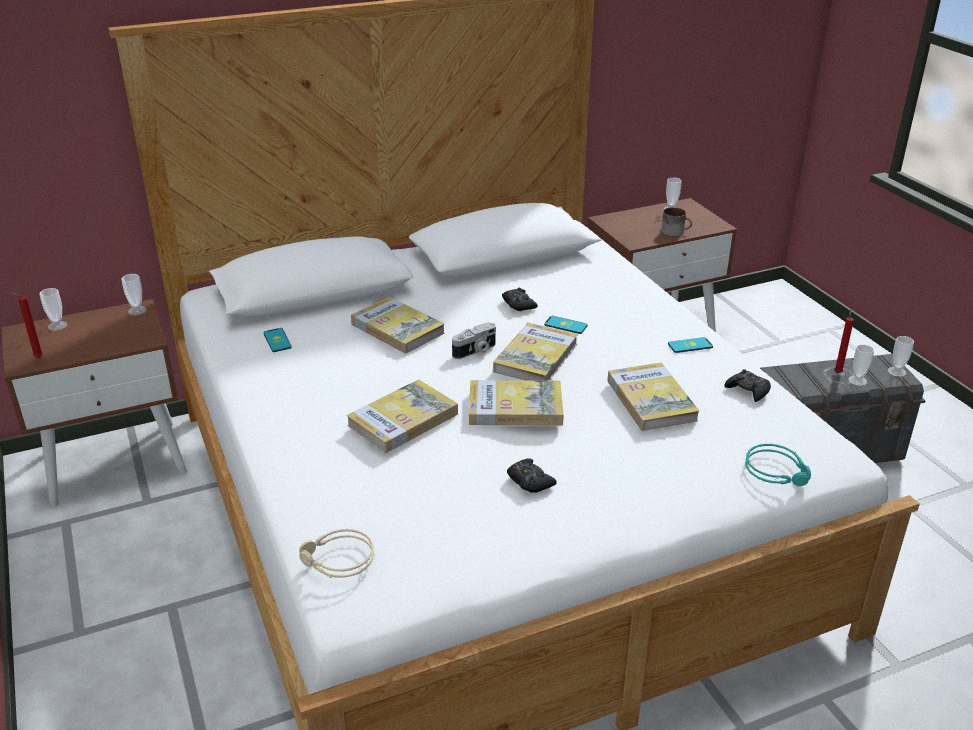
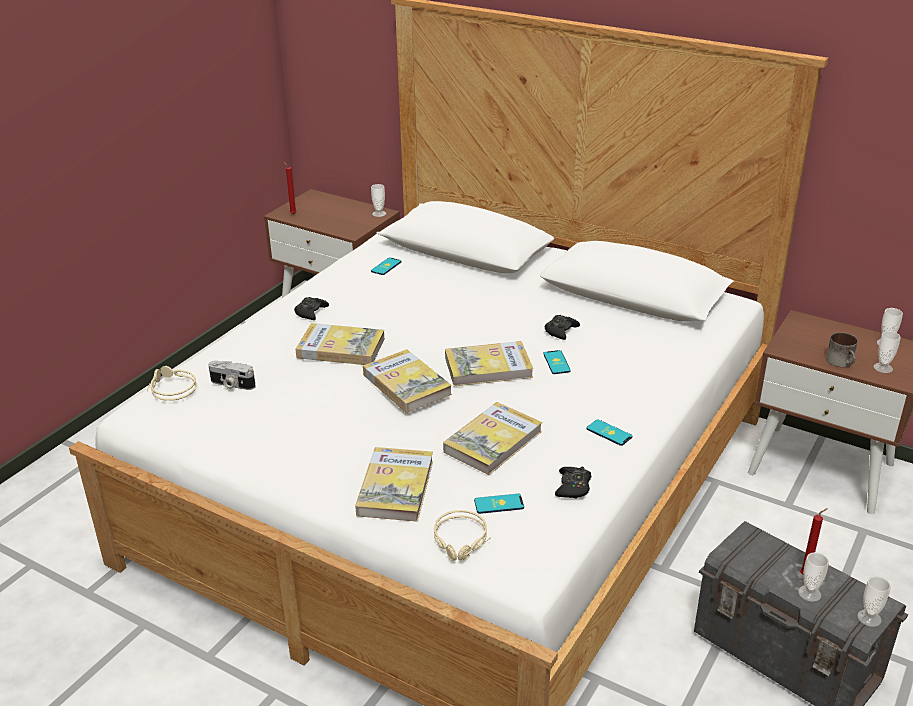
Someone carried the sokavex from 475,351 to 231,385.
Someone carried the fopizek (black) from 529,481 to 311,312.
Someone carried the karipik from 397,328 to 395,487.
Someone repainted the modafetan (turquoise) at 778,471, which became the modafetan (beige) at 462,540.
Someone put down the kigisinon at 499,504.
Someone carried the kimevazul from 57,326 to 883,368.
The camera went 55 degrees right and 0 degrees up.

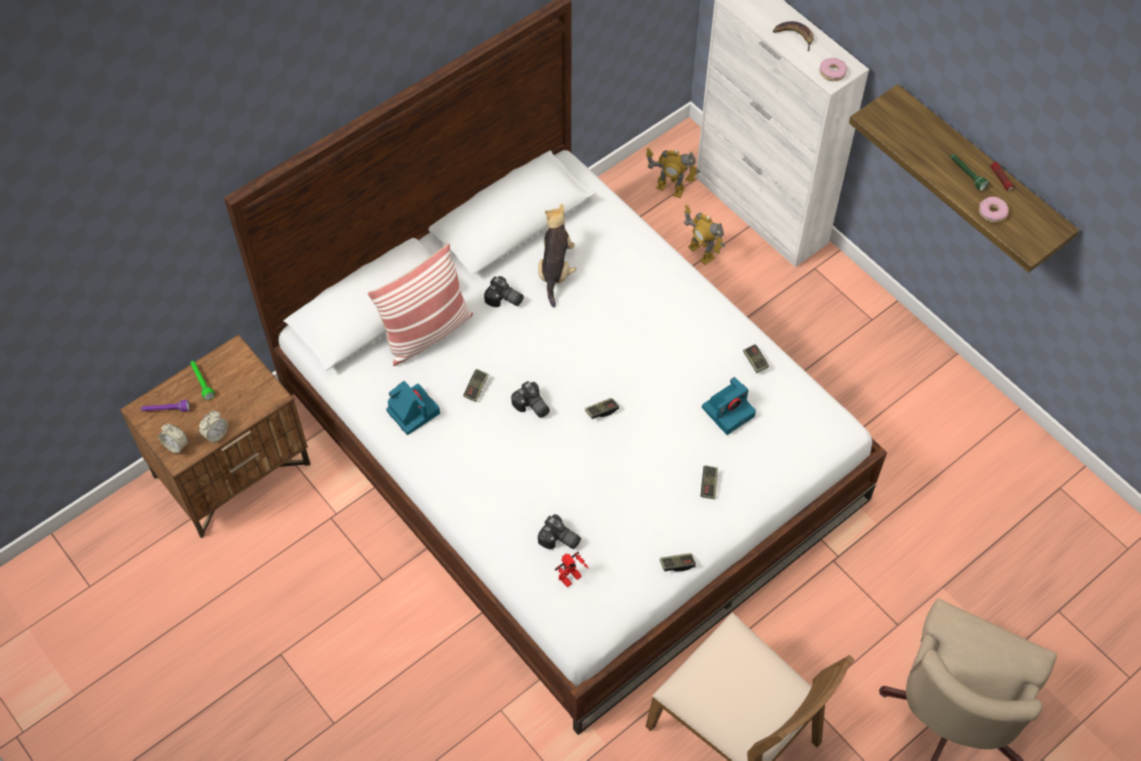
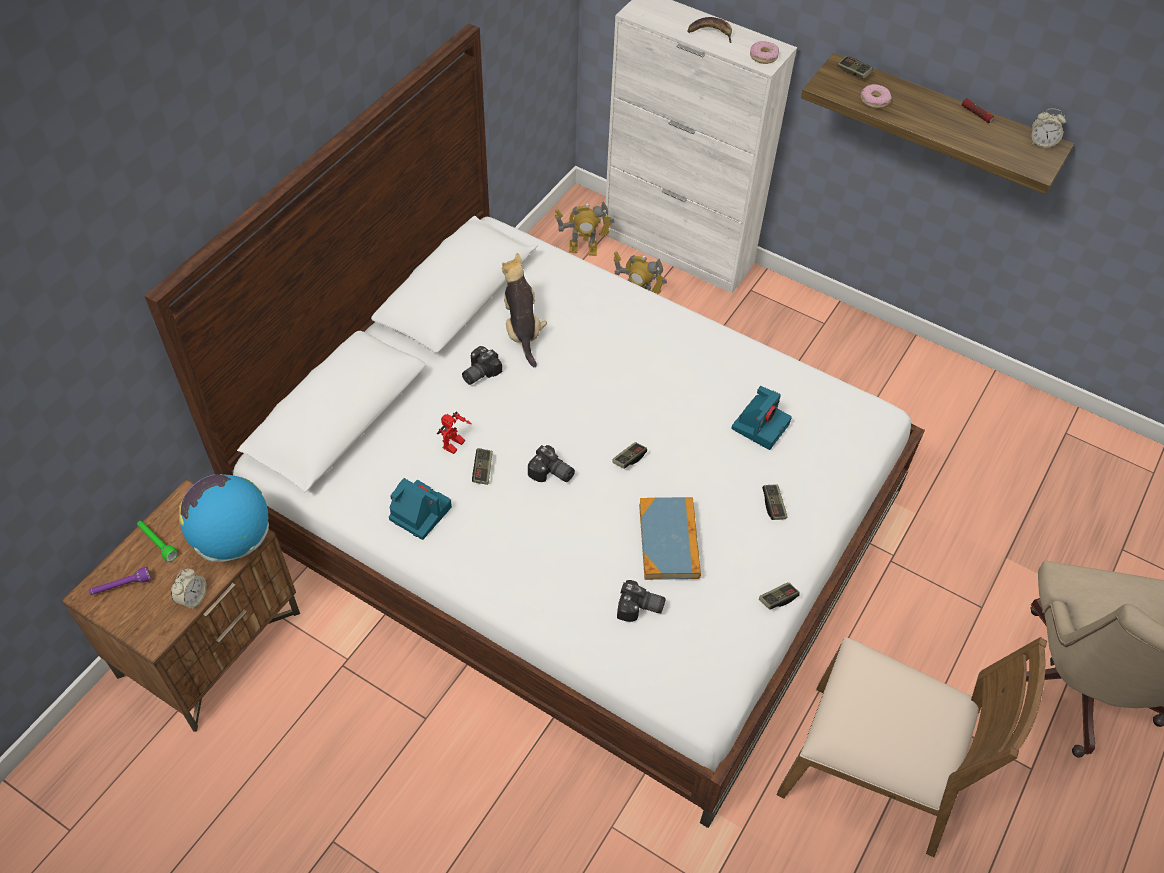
Someone put down the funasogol at 233,539.
Someone carried the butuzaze from 570,580 to 455,447.
Someone rotated the sokavex at 504,300 by 120 degrees clockwise.
Someone put down the karipik at 669,540.
Someone carried the fopizek from 755,361 to 853,72.
Someone carried the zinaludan from 992,212 to 874,100.
Someone carried the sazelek from 176,445 to 1041,143.
Someone took away the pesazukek at 427,333.
Someone took away the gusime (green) at 966,174.
The camera went 20 degrees left and 5 degrees down.

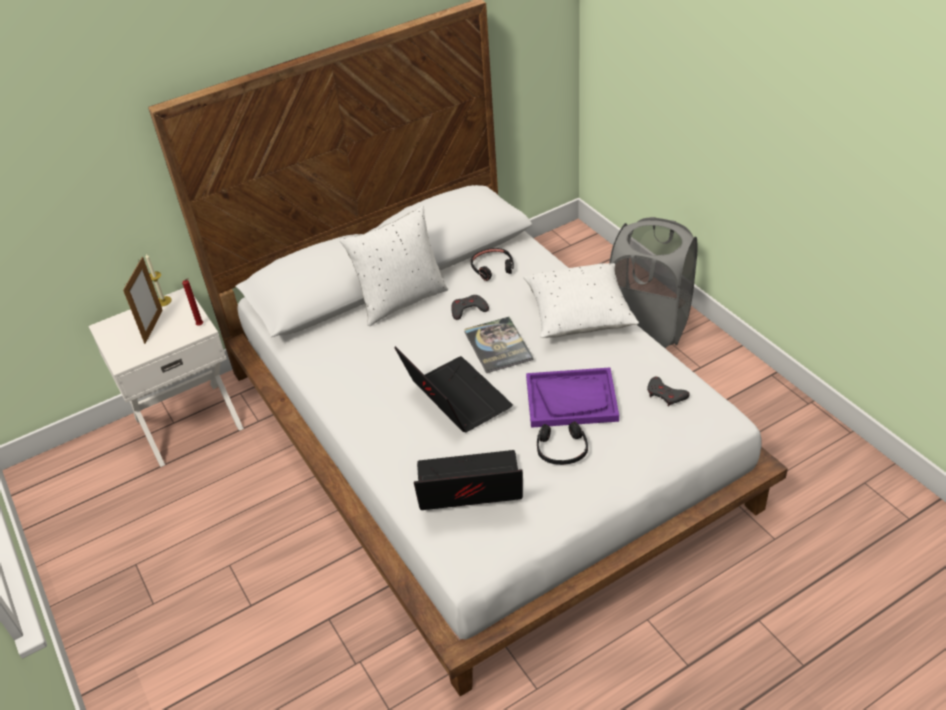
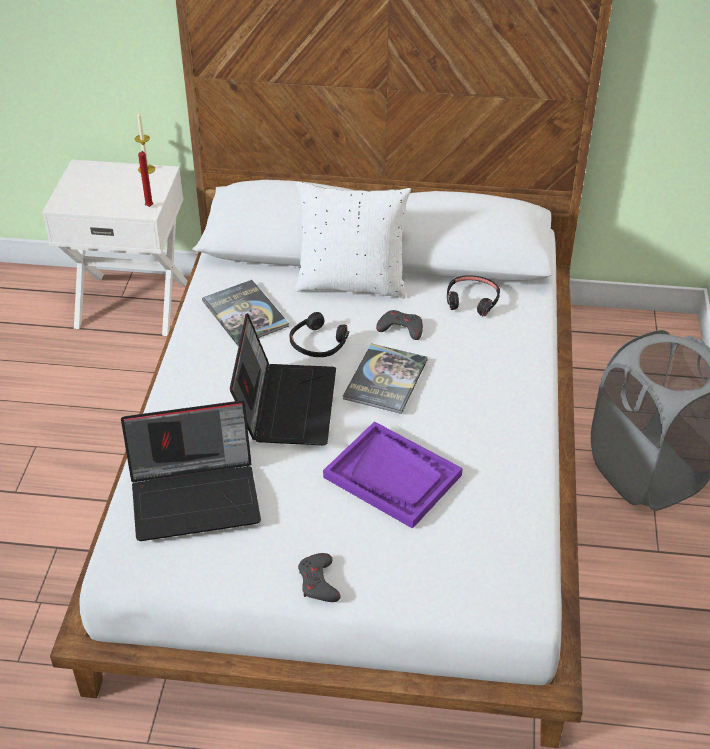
Someone rotated the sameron at 467,489 by 135 degrees clockwise.
Someone put down the karipik at 245,313.
Someone carried the modafetan (black) from 562,449 to 318,343.
Someone carried the fopizek (grey) from 666,394 to 318,582.
Someone took away the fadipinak at 153,326.
Someone took away the pesazukek (white) at 579,315.
The camera went 35 degrees right and 0 degrees up.

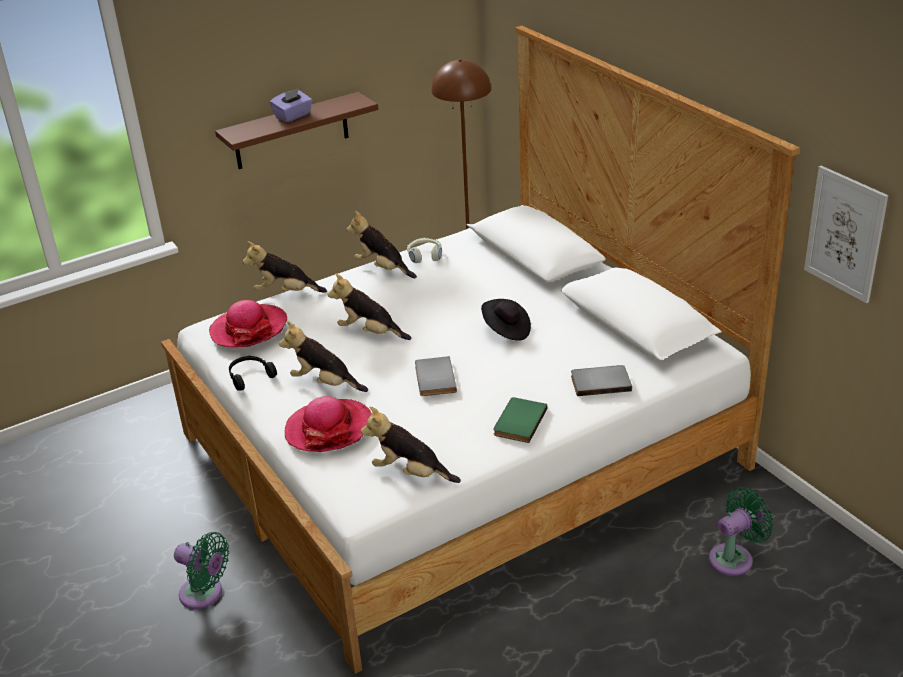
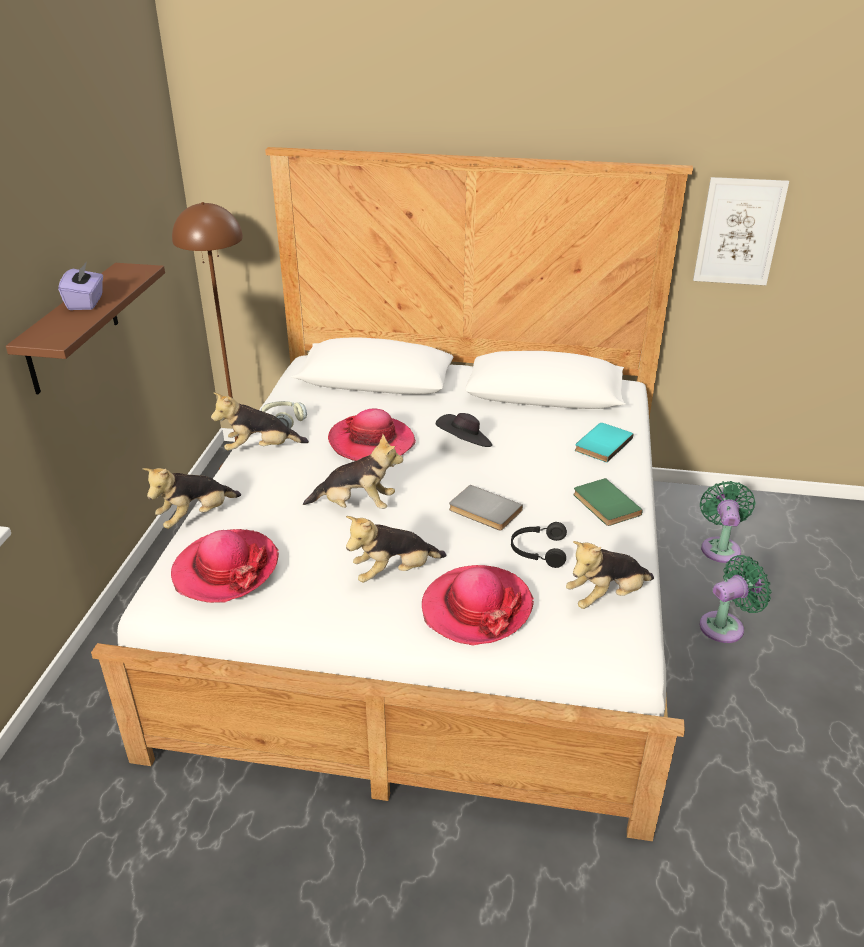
Someone rotated the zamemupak at 370,332 by 150 degrees counterclockwise.
Someone put down the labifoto at 371,442.
Someone carried the modafetan (black) from 249,376 to 538,551.
Someone repainted the karipik (grey) at 600,382, which became the karipik (turquoise) at 601,444.
Someone carried the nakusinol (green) from 205,594 to 726,626.
The camera went 50 degrees left and 0 degrees up.

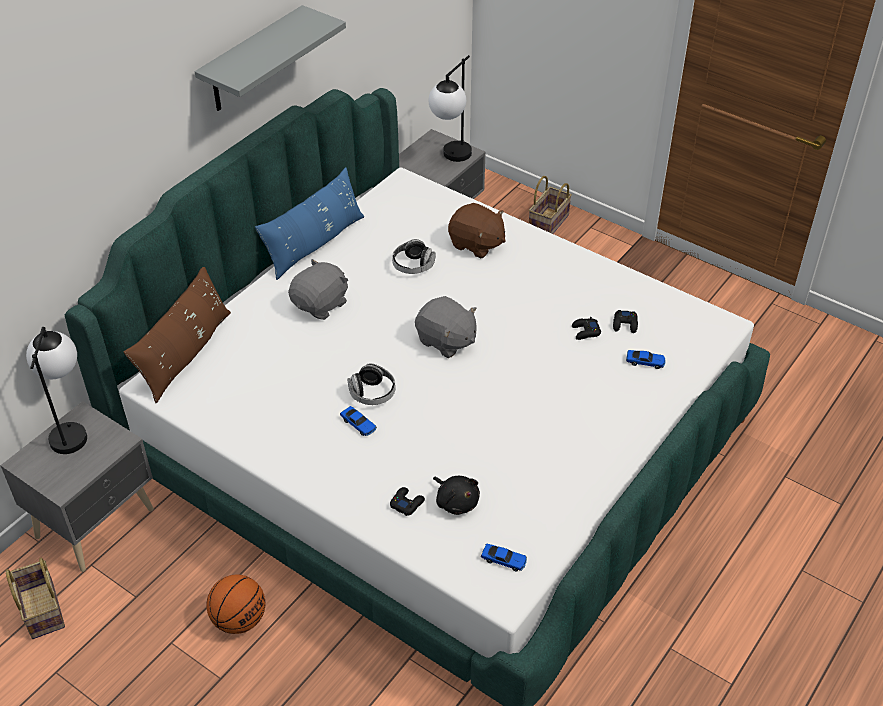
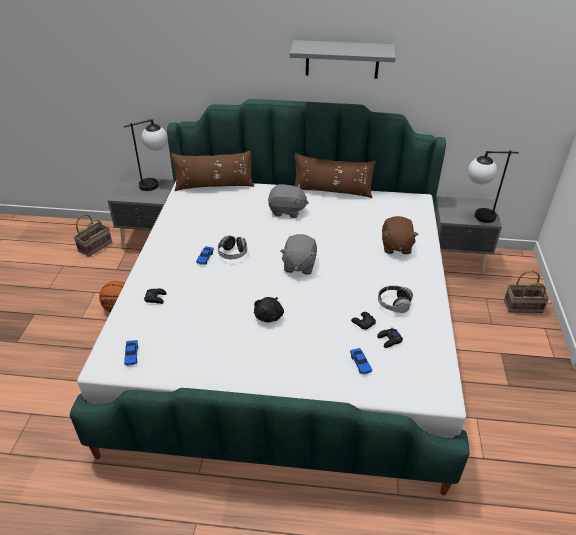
Someone carried the zamemupak (black) from 456,501 to 269,316.
Someone repainted the pesazukek (blue) at 315,244, which became the pesazukek (brown) at 332,191.
Someone carried the modafetan from 413,266 to 394,304.
The camera went 60 degrees right and 5 degrees down.

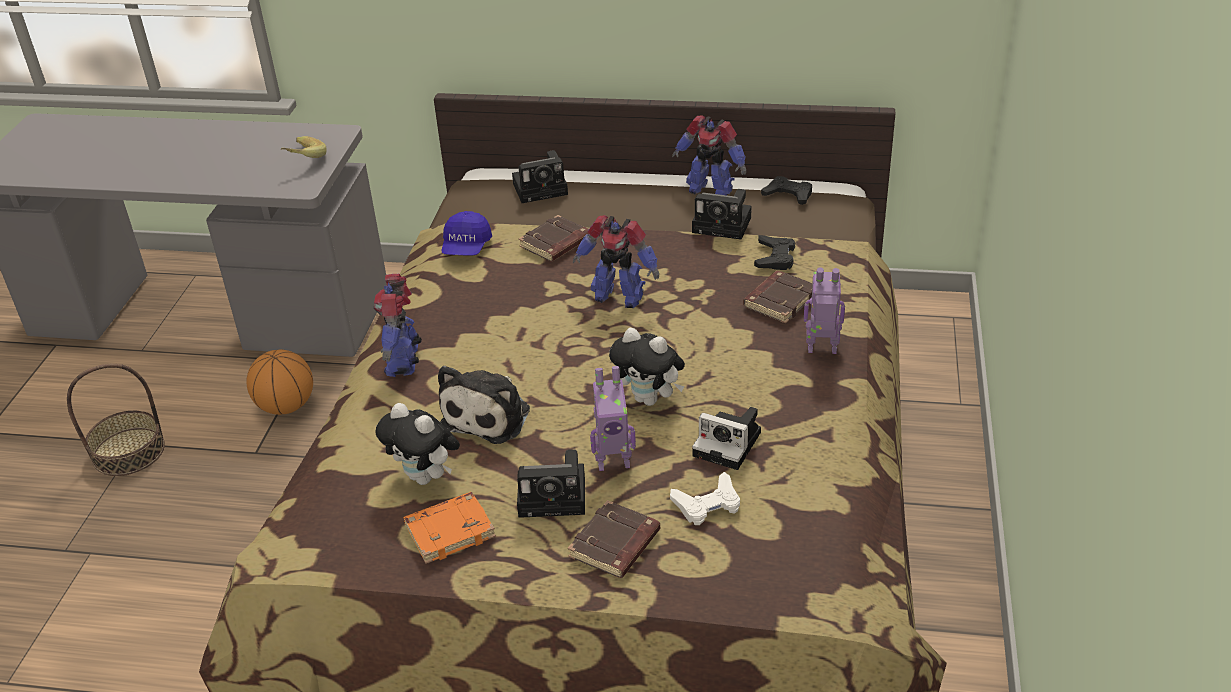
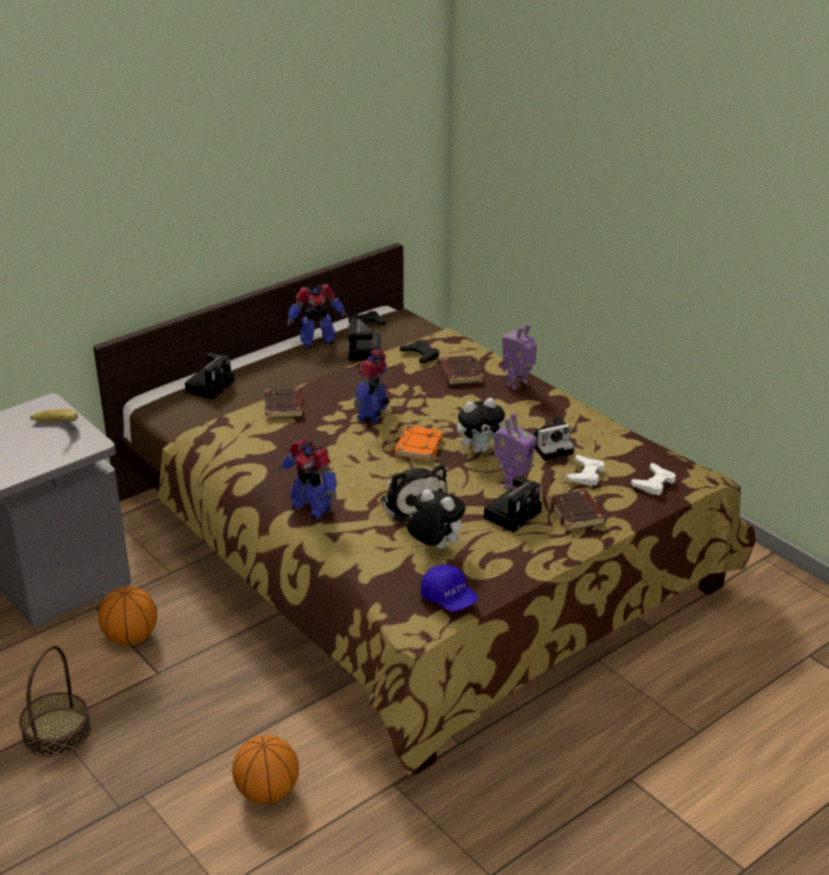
Someone put down the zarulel at 267,792.
Someone rotated the sokavex at 724,225 by 120 degrees clockwise.
Someone rotated the butuzaze at 618,296 by 135 degrees clockwise.
Someone carried the karipik (orange) from 450,531 to 418,447.
Someone rotated the zamemupak at 426,477 by 135 degrees counterclockwise.
Someone carried the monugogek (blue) from 466,247 to 449,599.
Someone put down the fopizek (white) at 654,483.
The camera went 50 degrees left and 5 degrees down.

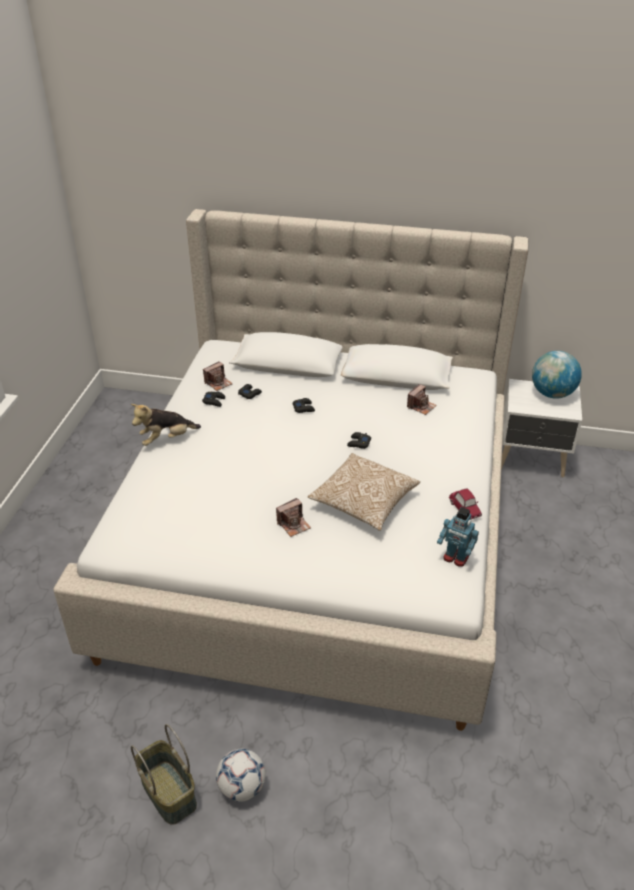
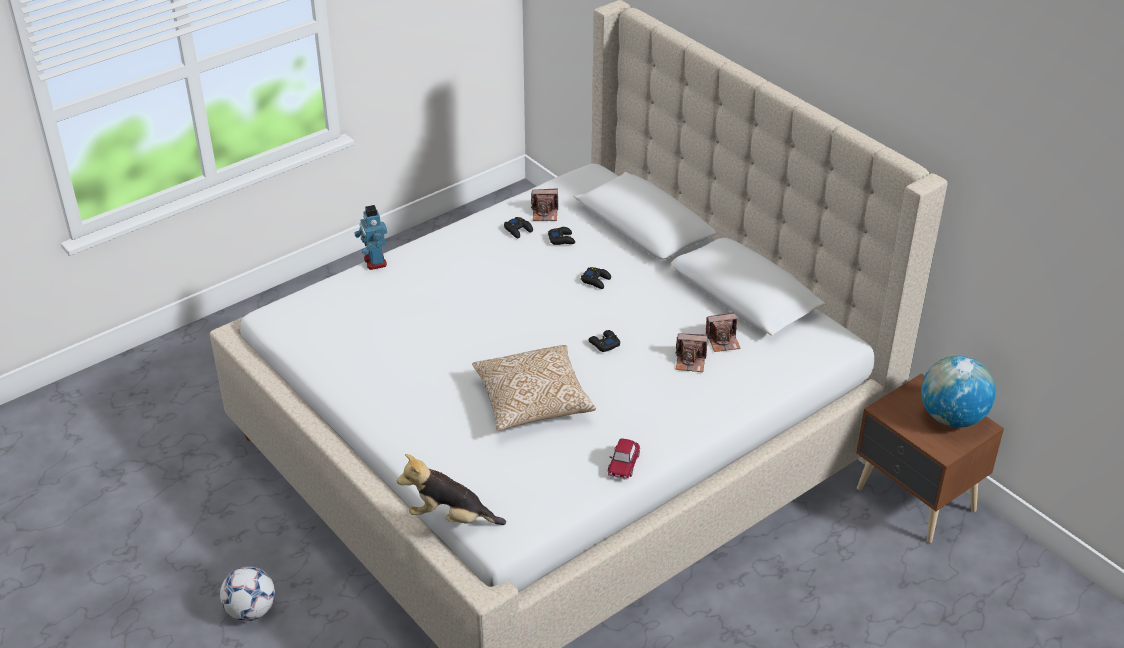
Someone carried the butuzaze from 455,558 to 374,262.
Someone carried the zamemupak from 166,439 to 451,518.
Someone carried the sokavex from 293,524 to 690,361.
Someone repainted the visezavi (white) at 532,459, which became the visezavi (brown) at 915,501.
Someone took away the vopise at 170,792.
The camera went 40 degrees right and 0 degrees up.

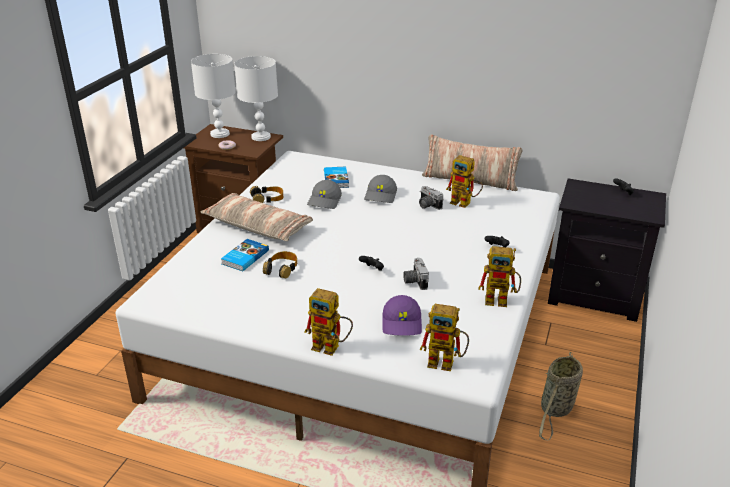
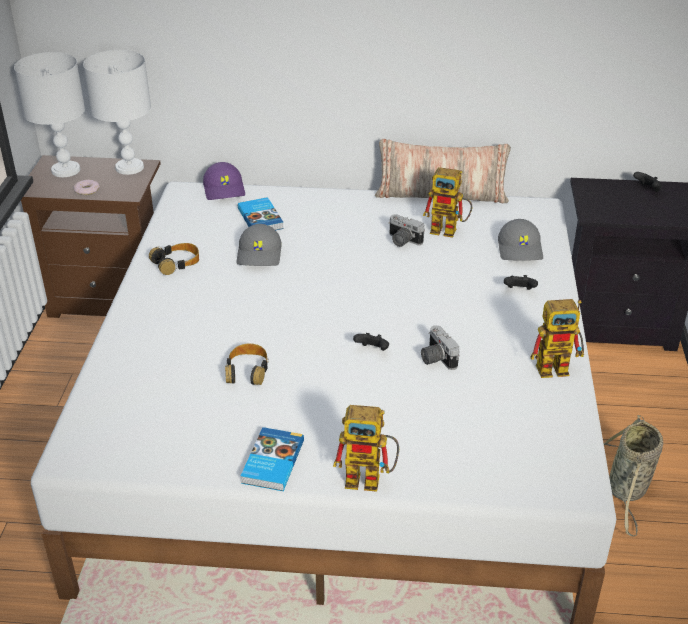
Someone carried the monugogek (purple) from 402,323 to 225,190.
Someone carried the karipik from 244,257 to 271,462.
Someone carried the monugogek (grey) from 381,196 to 520,249.
Someone took away the pesazukek at 258,226.
Someone took away the butuzaze at 446,363.
The camera went 15 degrees left and 5 degrees up.

